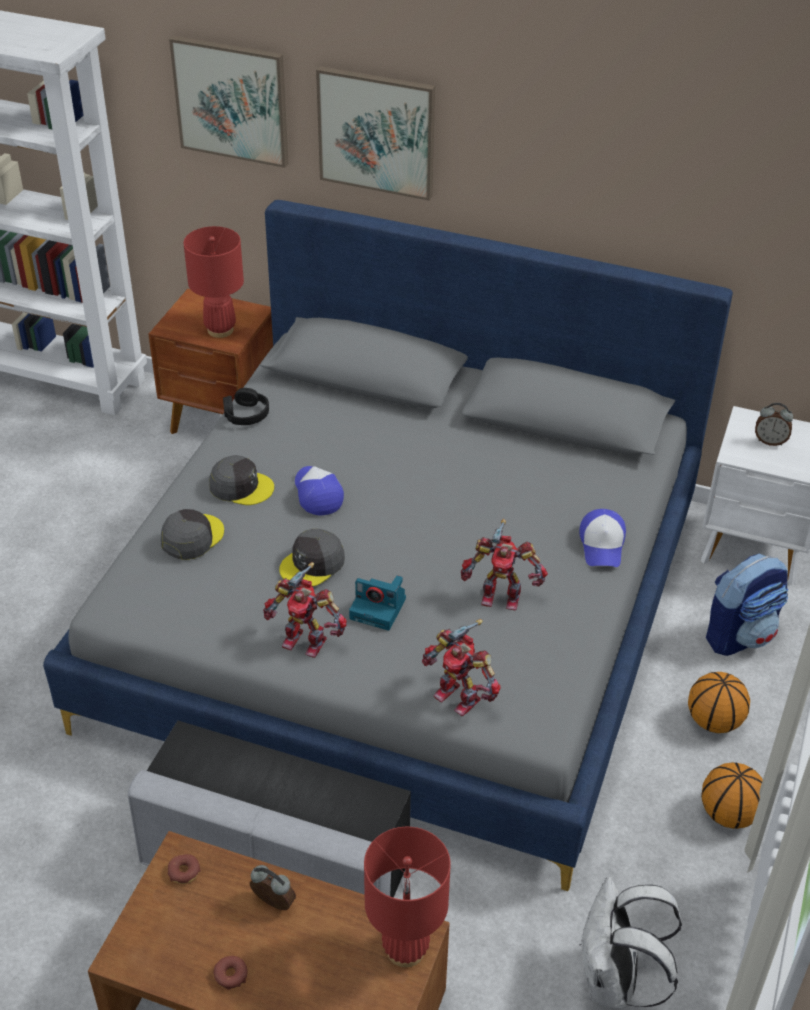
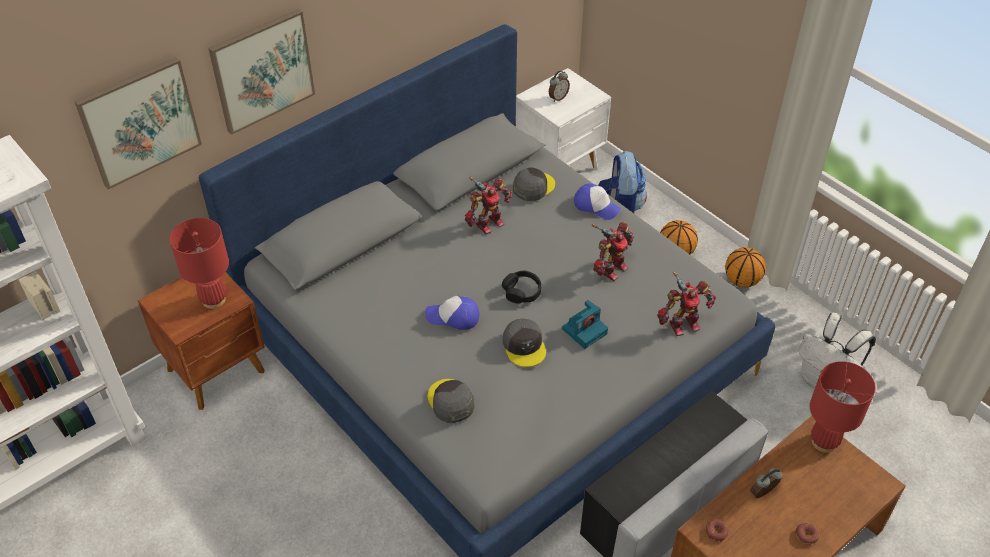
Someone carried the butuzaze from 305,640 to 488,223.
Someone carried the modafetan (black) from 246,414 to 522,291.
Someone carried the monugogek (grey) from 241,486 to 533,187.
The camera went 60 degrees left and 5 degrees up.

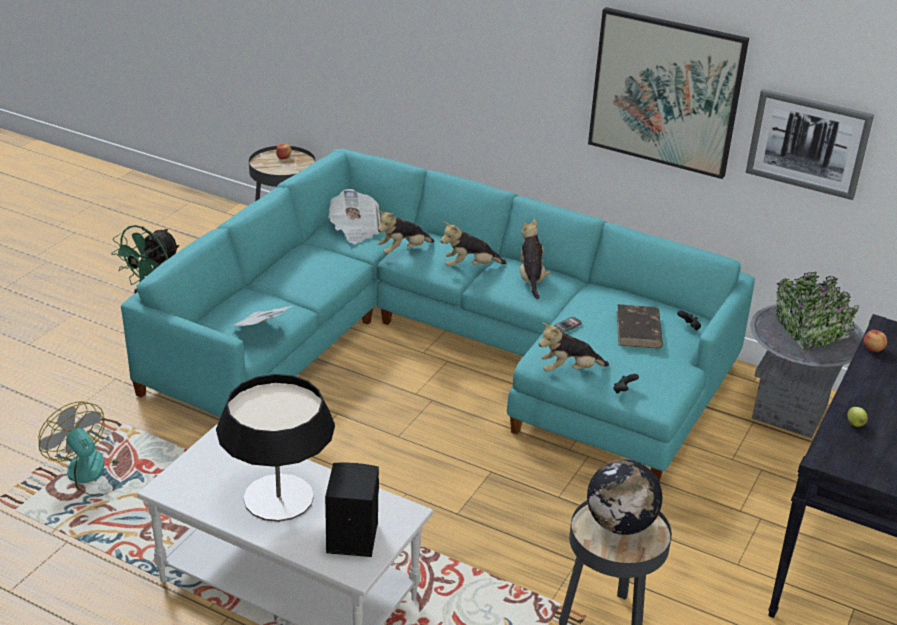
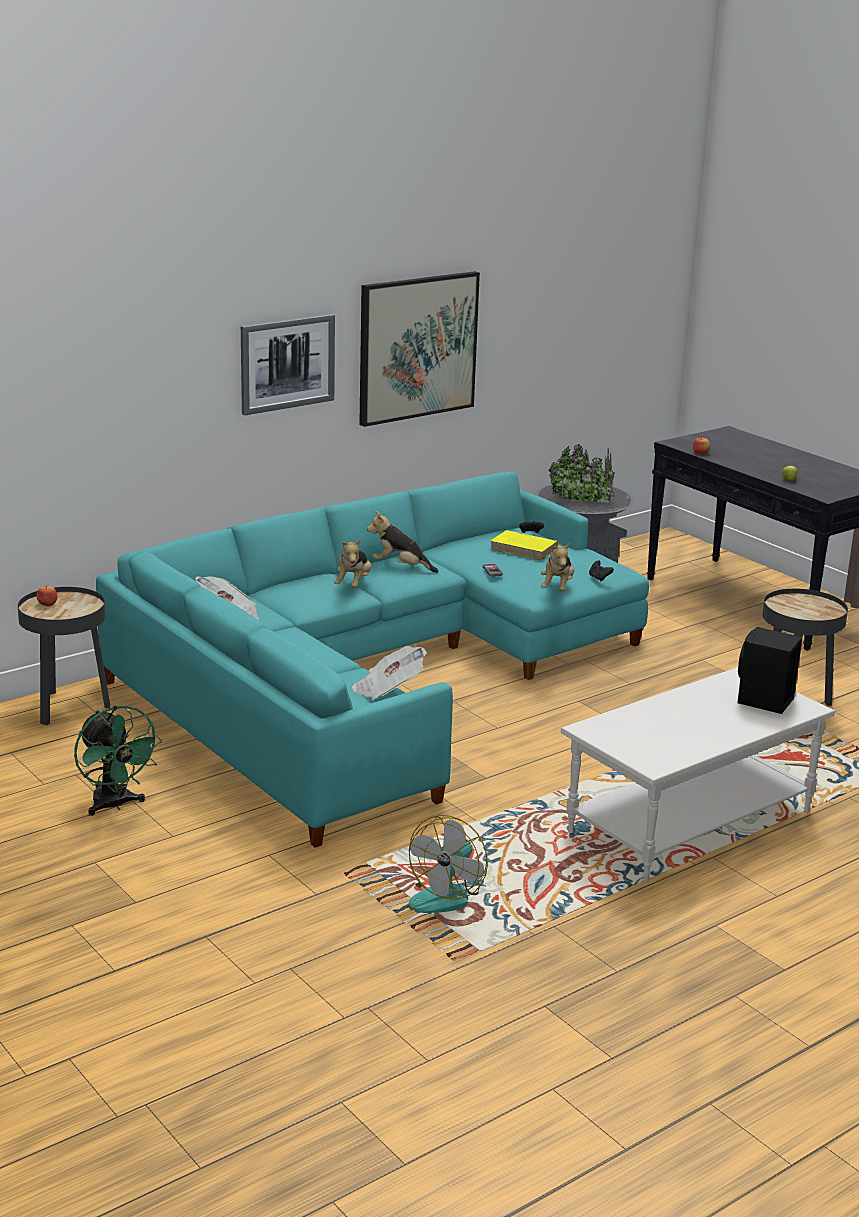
Someone carried the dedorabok from 808,143 to 287,363.
Someone rotated the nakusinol at 93,474 by 45 degrees counterclockwise.
Someone repainted the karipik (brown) at 638,330, which became the karipik (yellow) at 524,548.
Someone took away the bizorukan at 278,498.
Someone took away the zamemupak at 403,251.
Someone took away the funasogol at 620,524.
The camera went 65 degrees left and 10 degrees down.

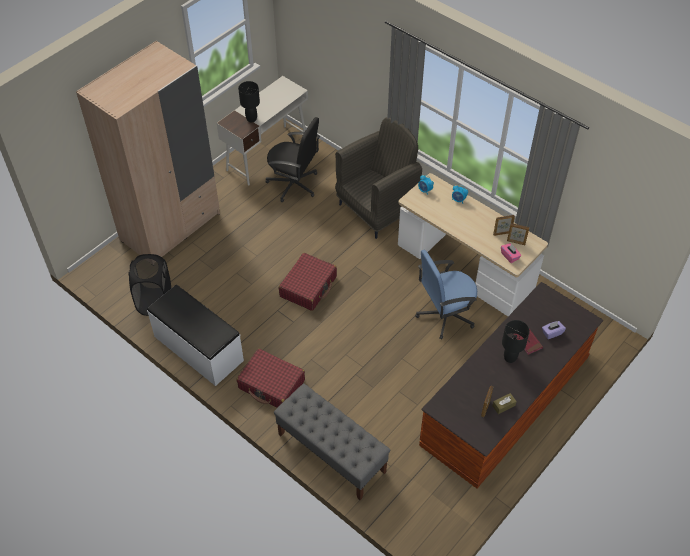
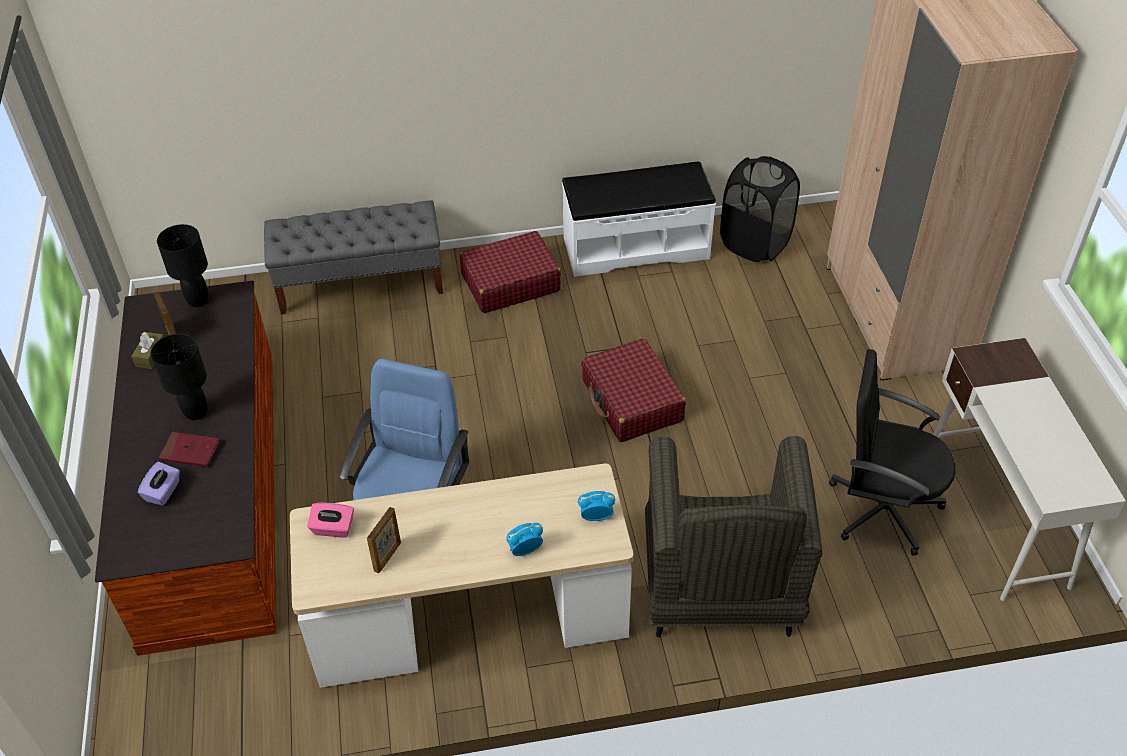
Someone carried the bizorukan (black) from 251,119 to 198,300.
Someone rotated the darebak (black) at 294,184 by 45 degrees clockwise.
Someone took away the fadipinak at 516,242.
The camera went 130 degrees right and 5 degrees down.

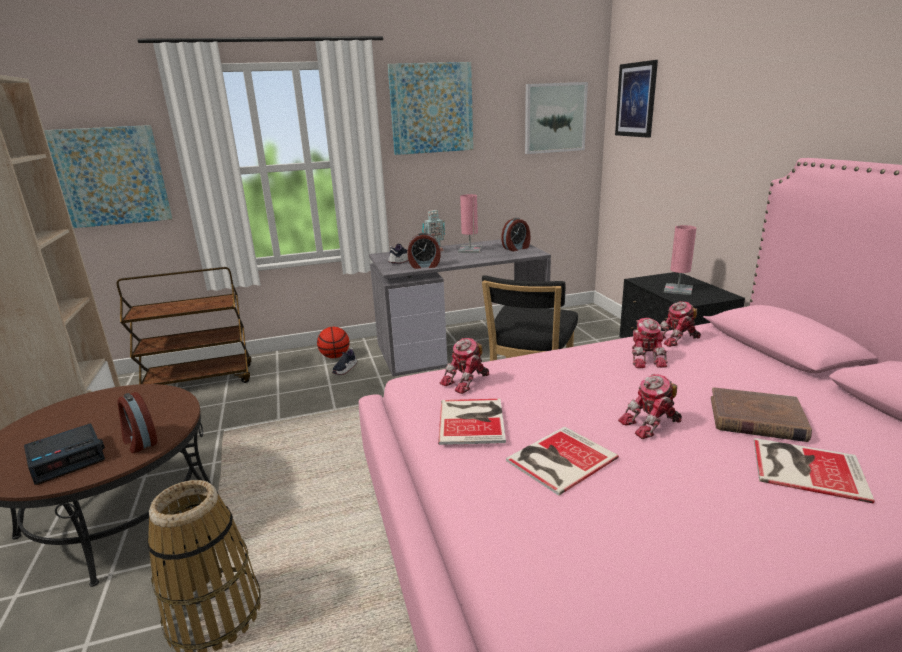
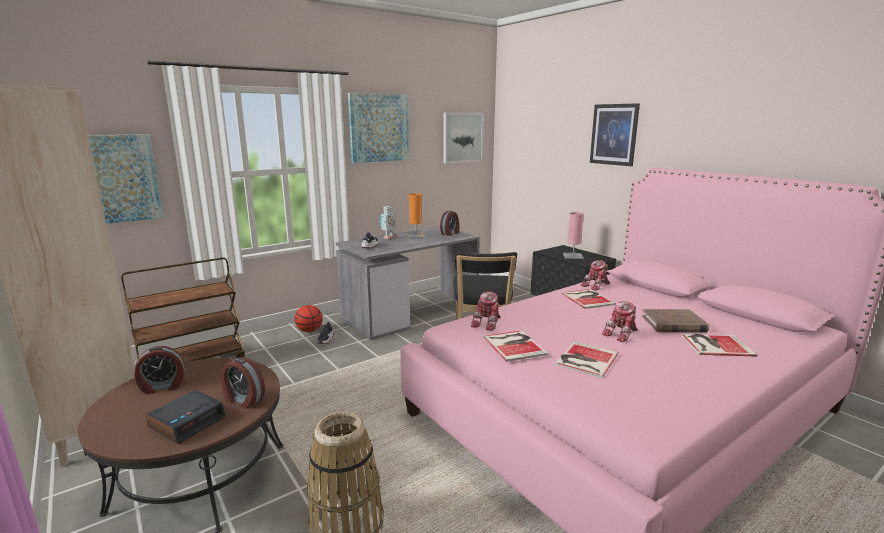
Someone carried the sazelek from 424,266 to 162,387.
Someone repainted the bizorukan (pink) at 470,250, which became the bizorukan (orange) at 416,236.
Someone swapped the butuzaze at 646,358 for the karipik at 587,298.
Someone carried the dedorabok from 636,100 to 614,134.
The camera went 20 degrees left and 5 degrees down.

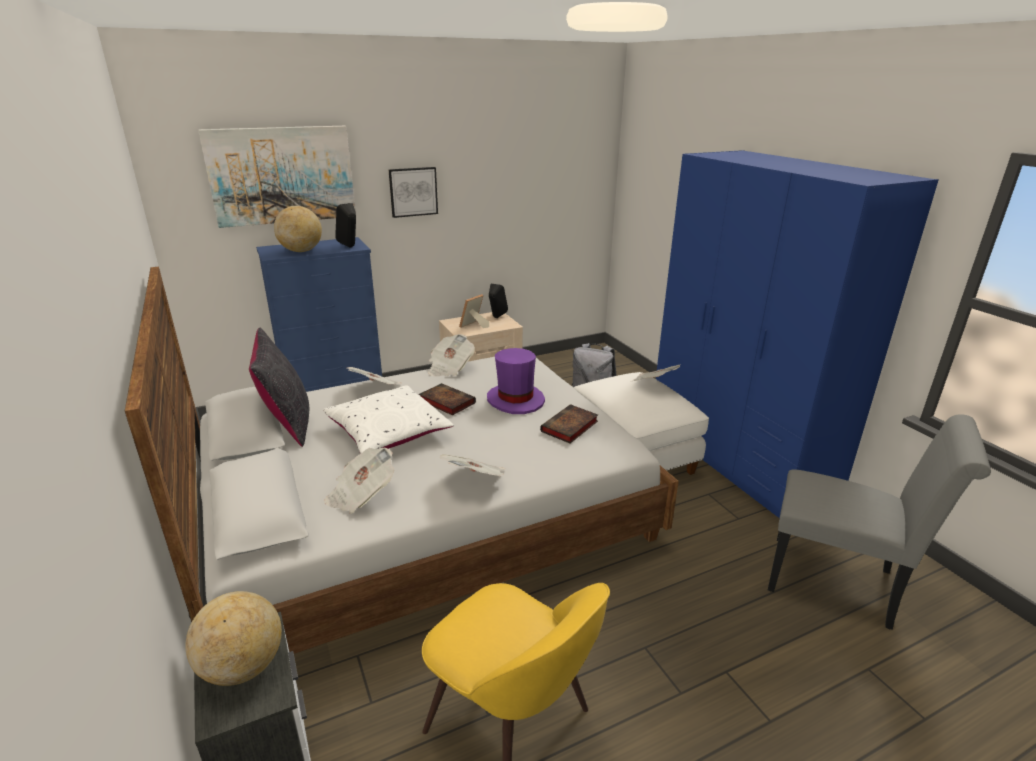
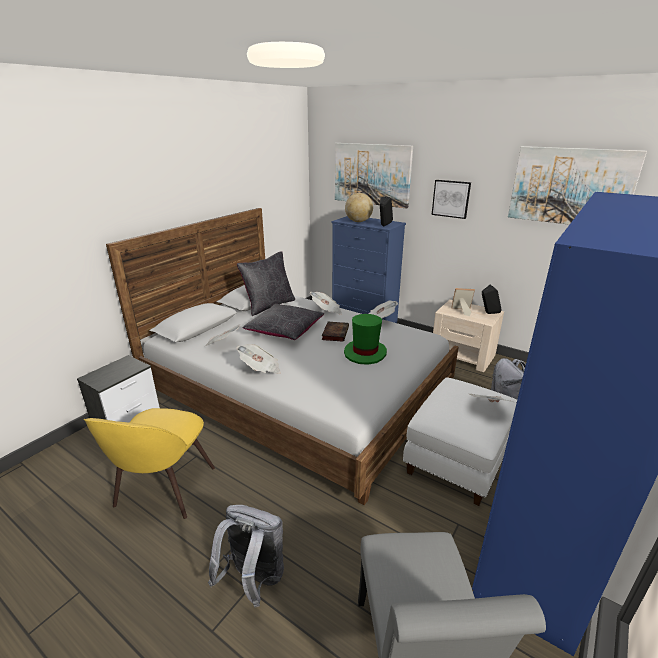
Someone put down the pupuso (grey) at 253,580.
Someone repainted the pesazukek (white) at 389,433, which became the pesazukek (black) at 285,330.
Someone repainted the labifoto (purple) at 515,400, which became the labifoto (green) at 365,353.
Someone put up the dedorabok at 570,187.
Someone took away the funasogol at 243,667.
Someone took away the karipik at 569,427.
The camera went 60 degrees right and 0 degrees up.

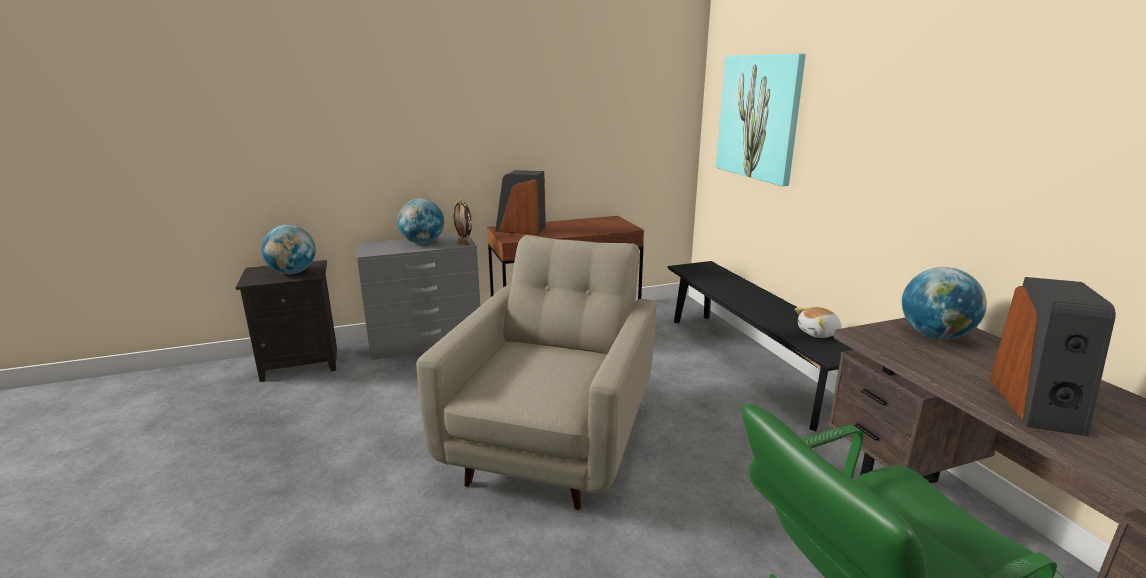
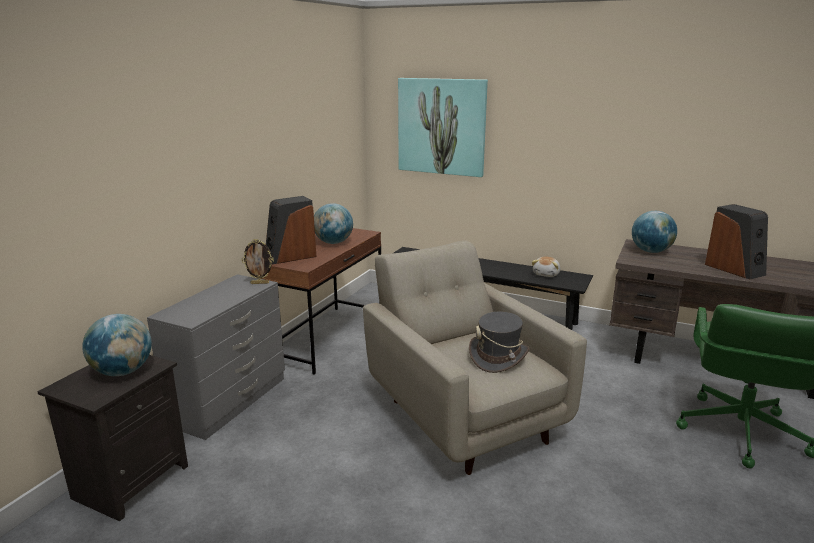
Someone carried the funasogol from 423,243 to 333,243.
Someone put down the labifoto (grey) at 498,357.
The camera went 45 degrees left and 0 degrees up.

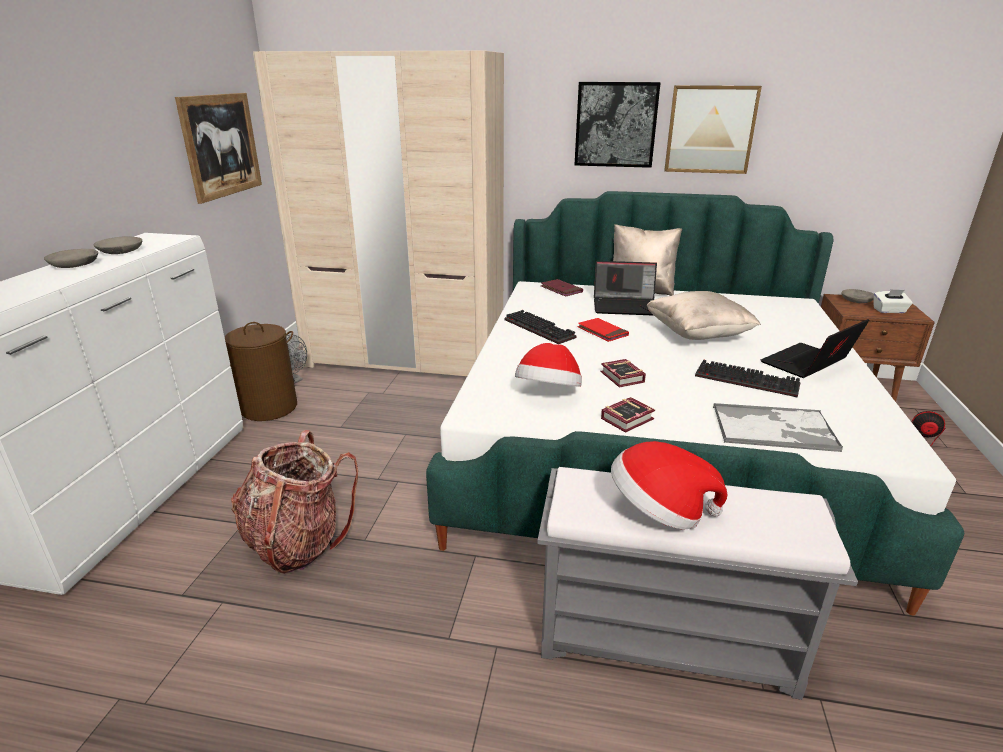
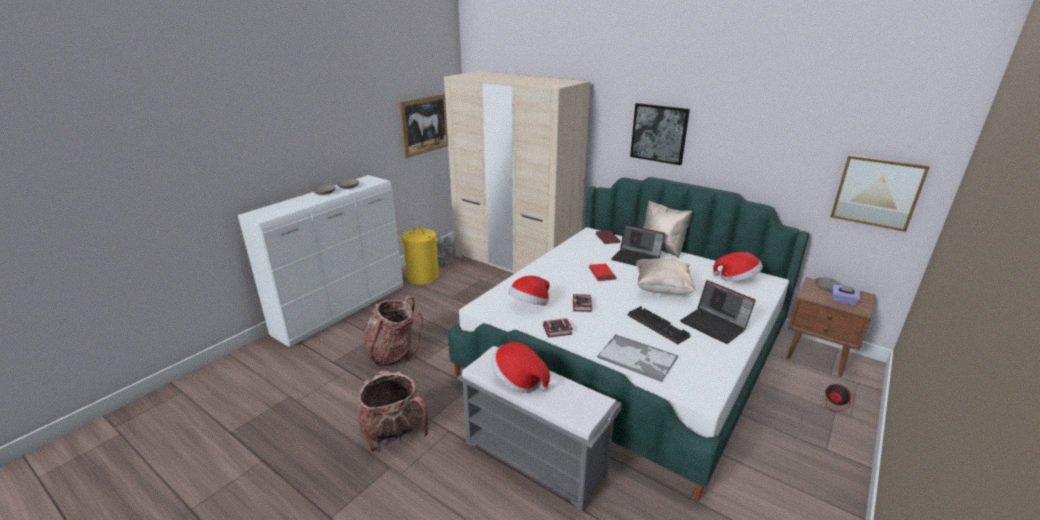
Someone put down the pupuso at 394,433.
Someone repainted the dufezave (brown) at 269,407, which became the dufezave (yellow) at 423,277.
Someone rotated the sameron at 808,364 by 120 degrees counterclockwise.
Someone put down the labifoto at 736,279.
Someone carried the dedorabok from 710,130 to 877,192.
Someone repainted the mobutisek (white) at 889,311, which became the mobutisek (purple) at 843,301.
Someone took away the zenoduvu at 541,329.
The camera went 25 degrees right and 0 degrees up.

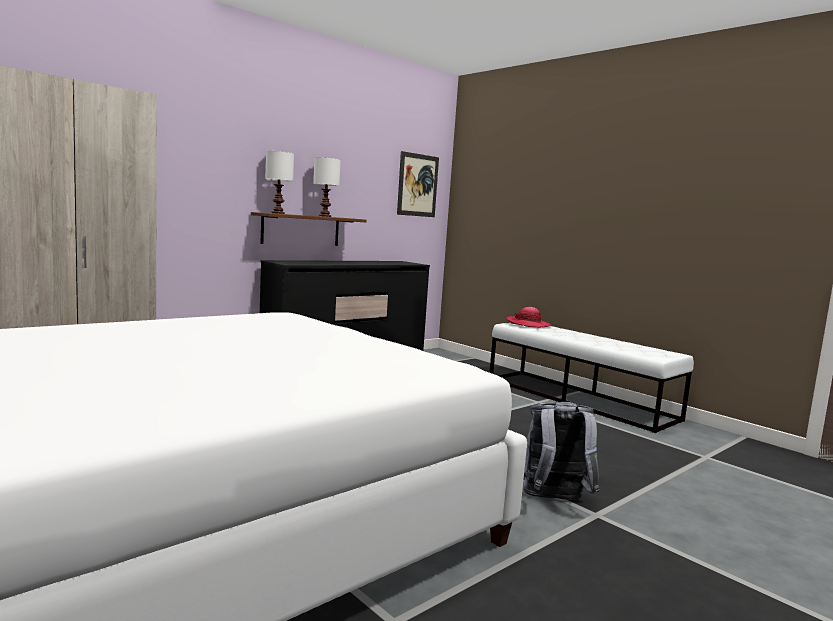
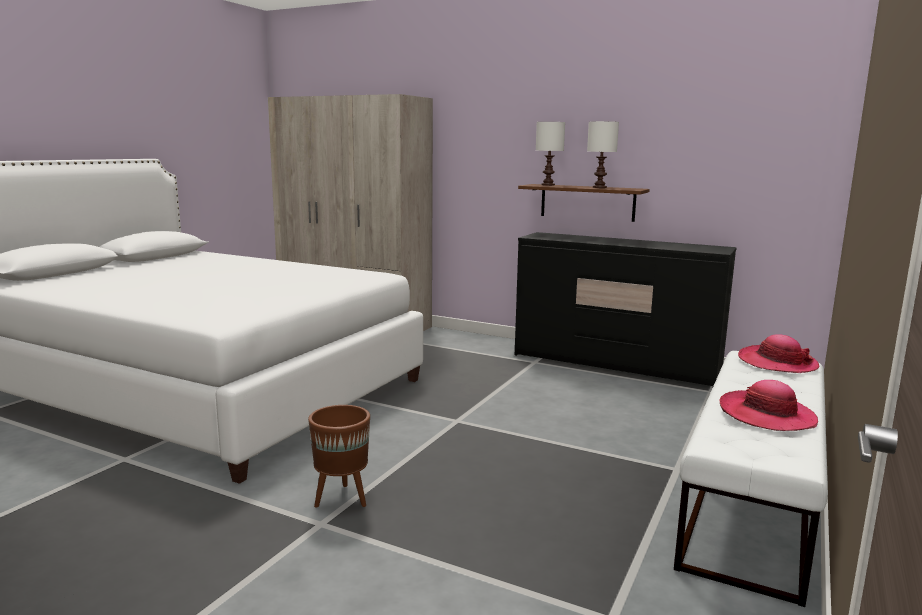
Someone swapped the pupuso (grey) at 554,500 for the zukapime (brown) at 341,499.
Someone put down the labifoto at 766,415.
Someone took away the dedorabok at 417,185.
The camera went 70 degrees right and 5 degrees up.

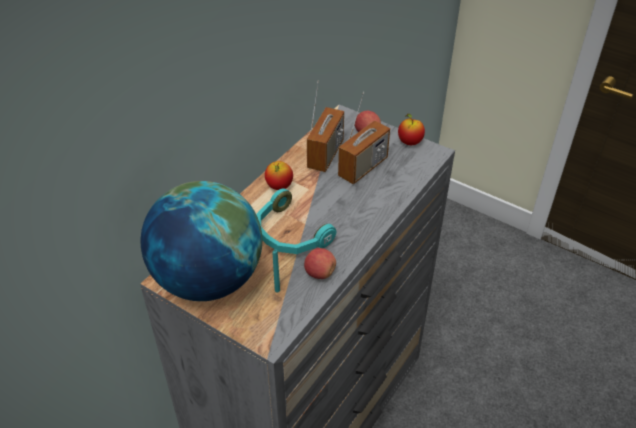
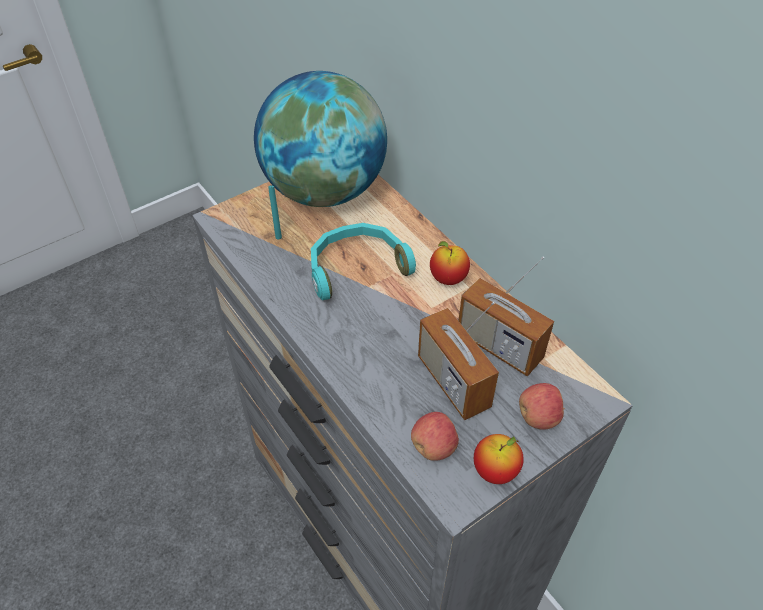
Someone carried the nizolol from 319,273 to 434,447.
The camera went 110 degrees right and 5 degrees up.

